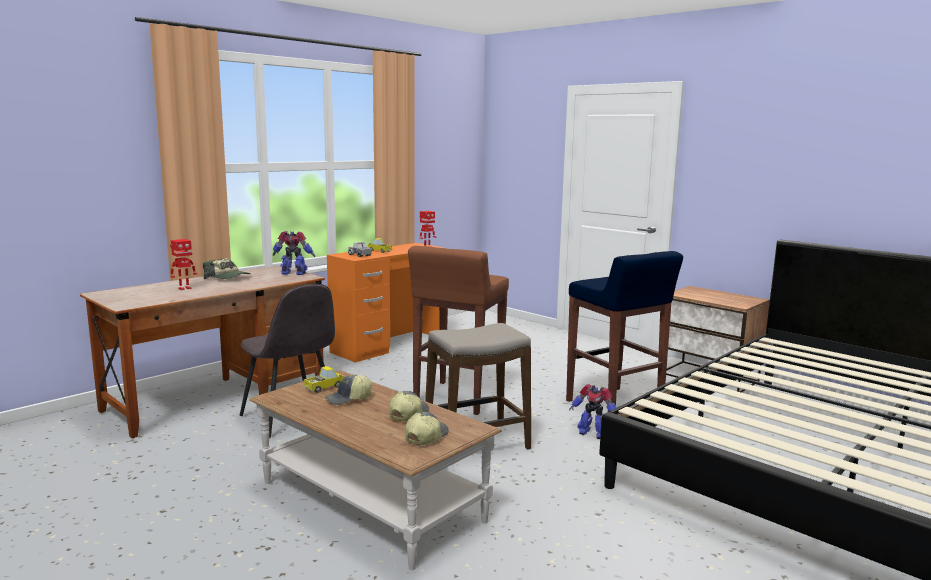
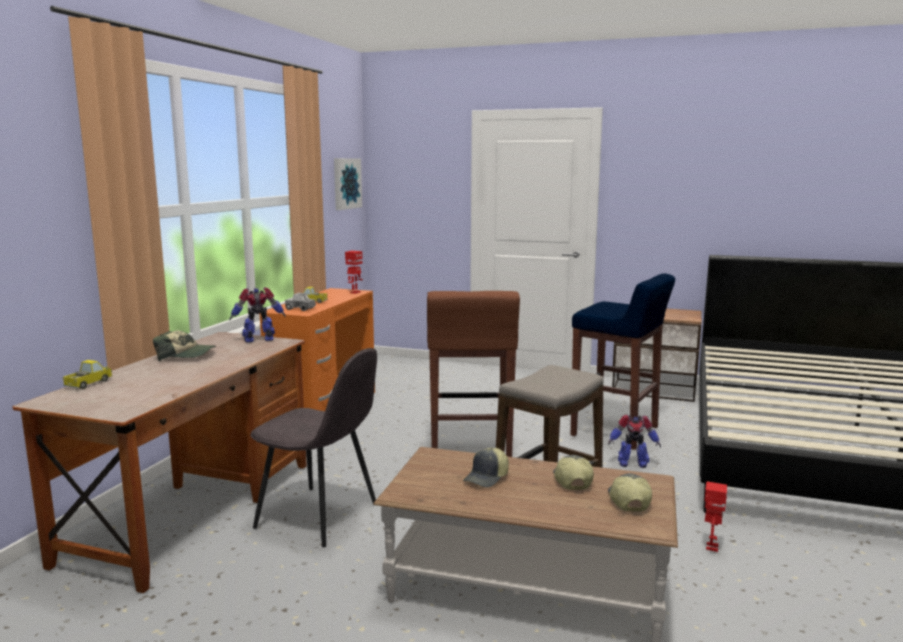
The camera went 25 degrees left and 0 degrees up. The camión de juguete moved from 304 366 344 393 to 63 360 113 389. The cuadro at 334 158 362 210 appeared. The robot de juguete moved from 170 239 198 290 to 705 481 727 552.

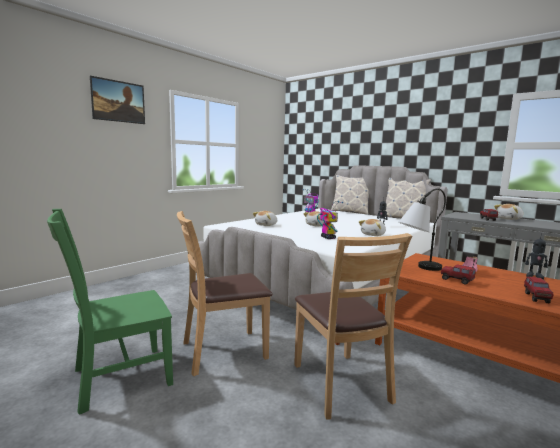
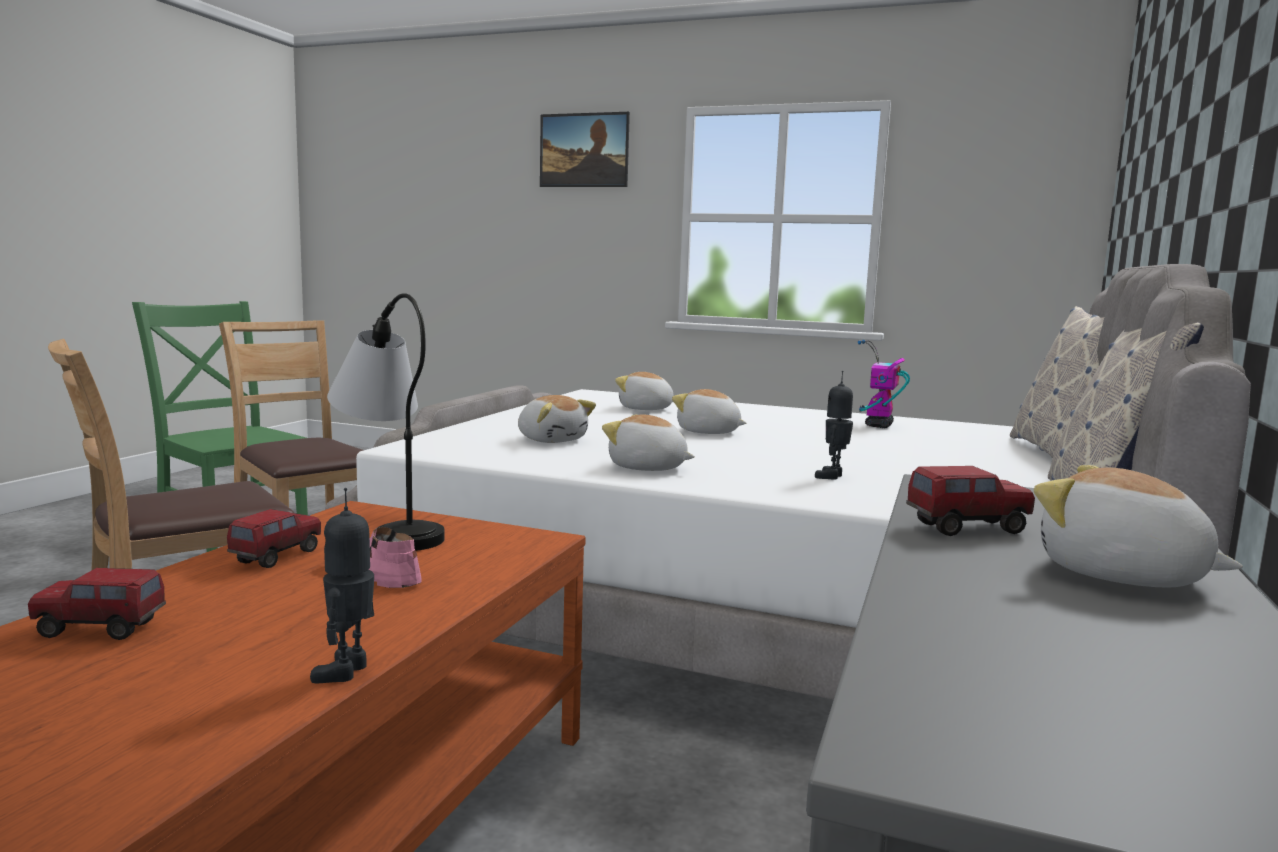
The camera went 70 degrees right and 0 degrees up. The robot de juguete at 317 201 343 239 was replaced by the peluche at 518 395 596 443.

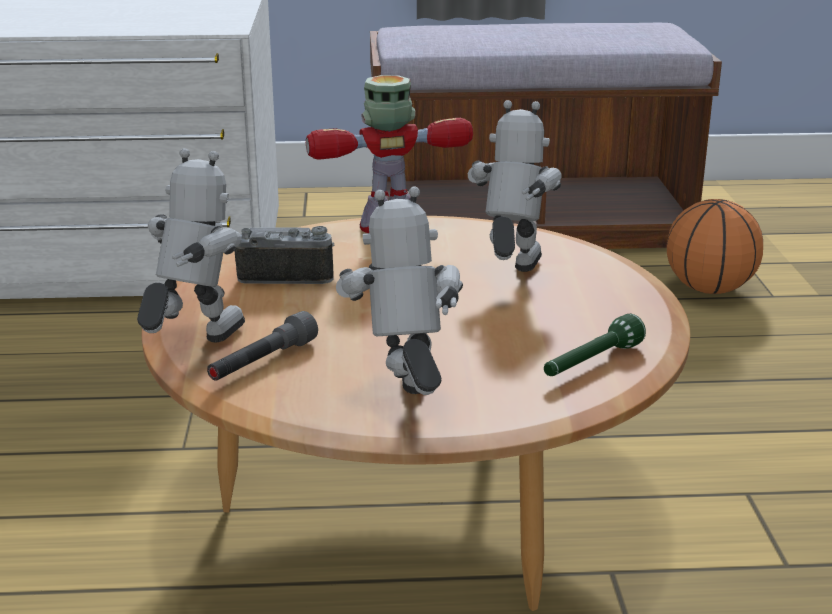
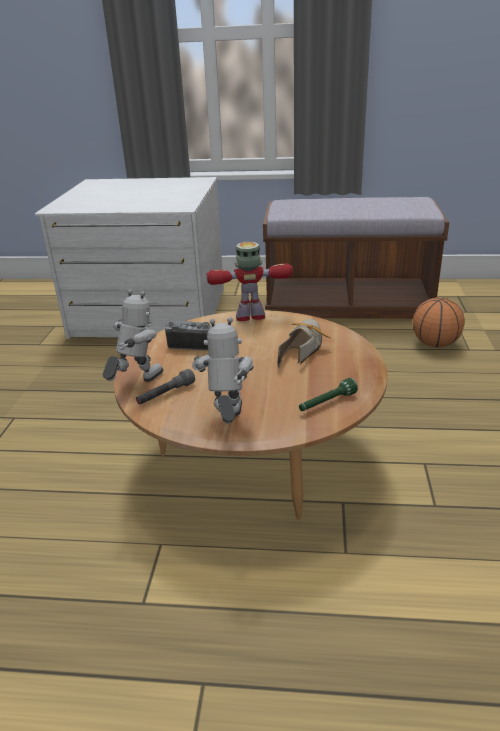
The camera went 10 degrees right and 5 degrees up. The robot de juguete at 468 100 561 272 was replaced by the zapato at 277 319 331 369.

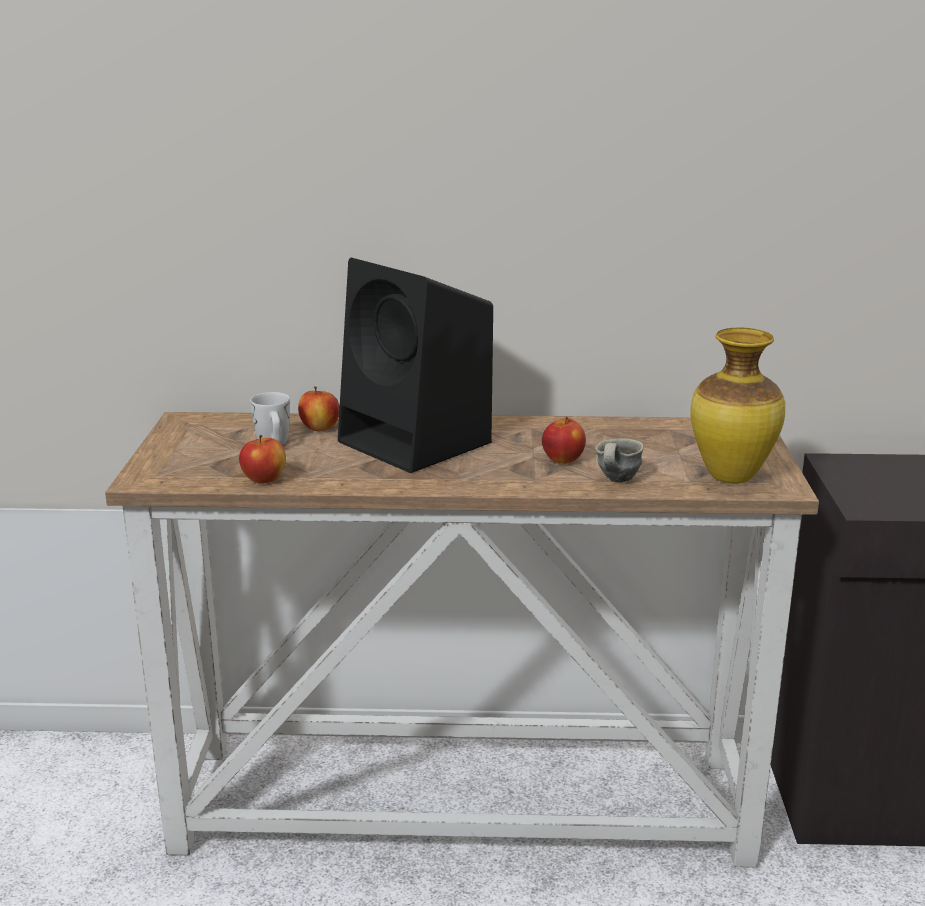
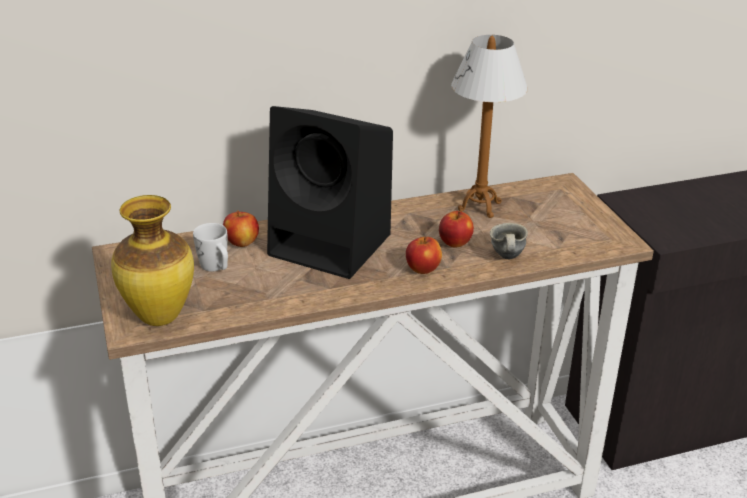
The camera went 20 degrees left and 10 degrees up. The florero moved from 691 328 785 484 to 111 195 194 326. The manzana moved from 239 435 286 484 to 406 237 442 274. The lámpara de mesa at 451 35 528 218 appeared.

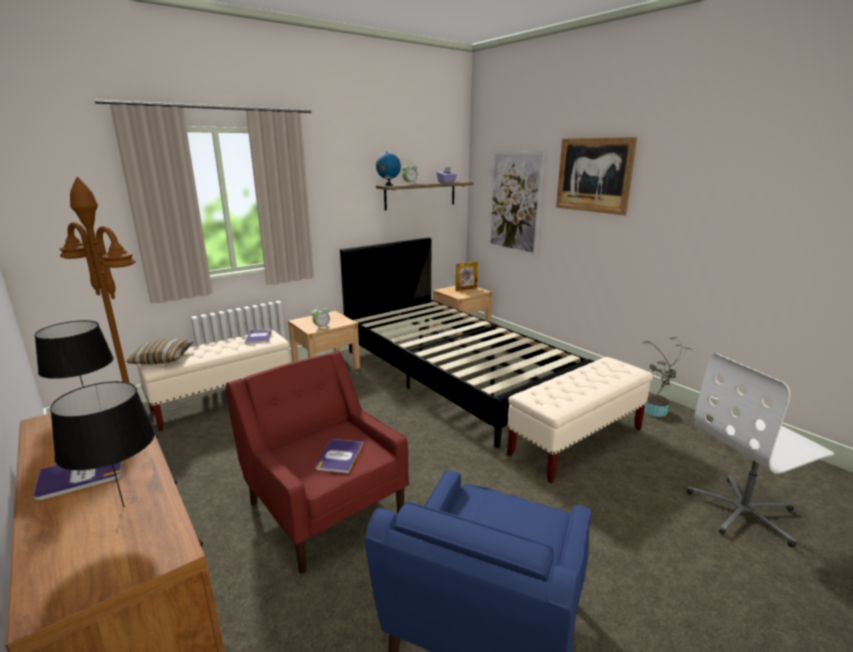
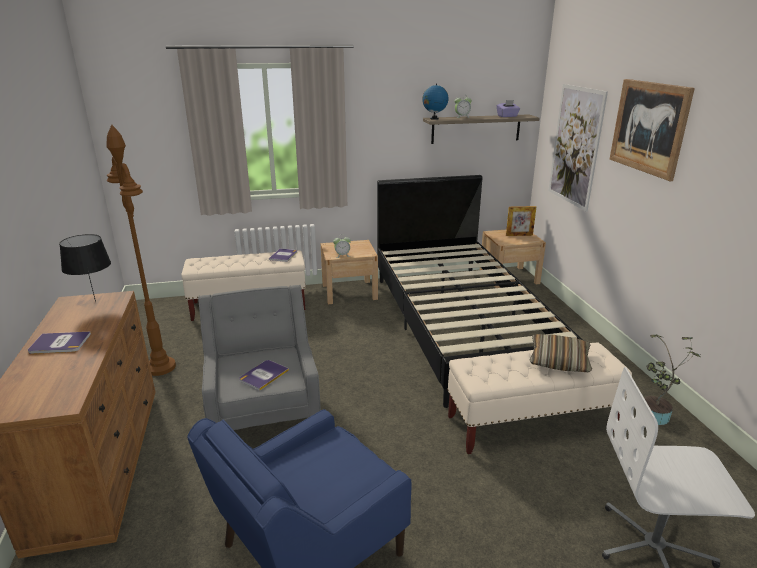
The camera went 25 degrees right and 5 degrees up. The sillón (rojo) at 225 351 409 573 became the sillón (gris) at 198 284 321 430. The cojín moved from 126 339 193 364 to 529 334 592 372. The lámpara de mesa (negro) at 50 381 155 507 disappeared.

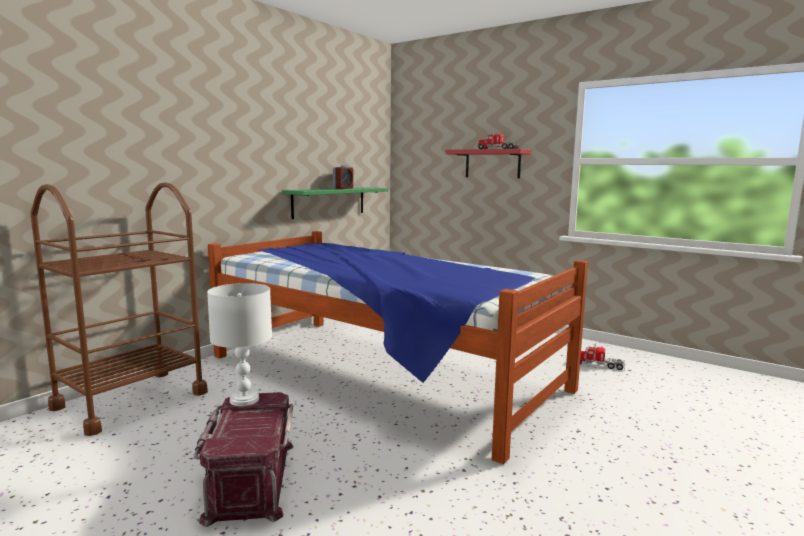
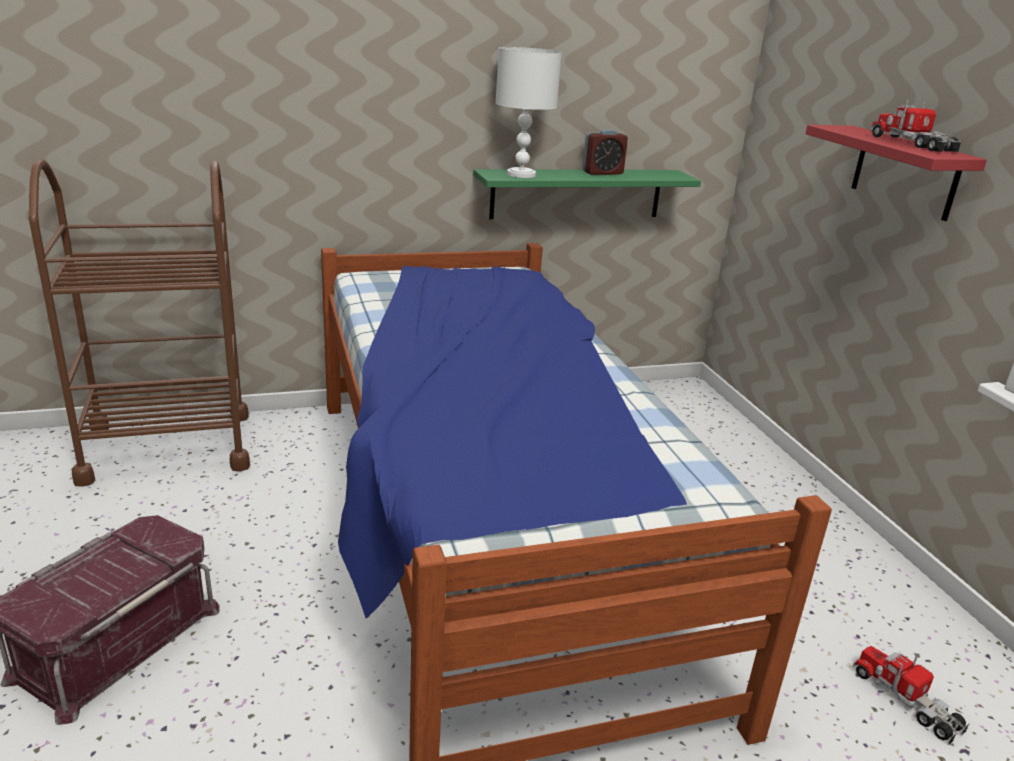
The camera went 35 degrees right and 15 degrees up. The lámpara de mesa (blanco) moved from 207 283 272 406 to 496 47 562 178.

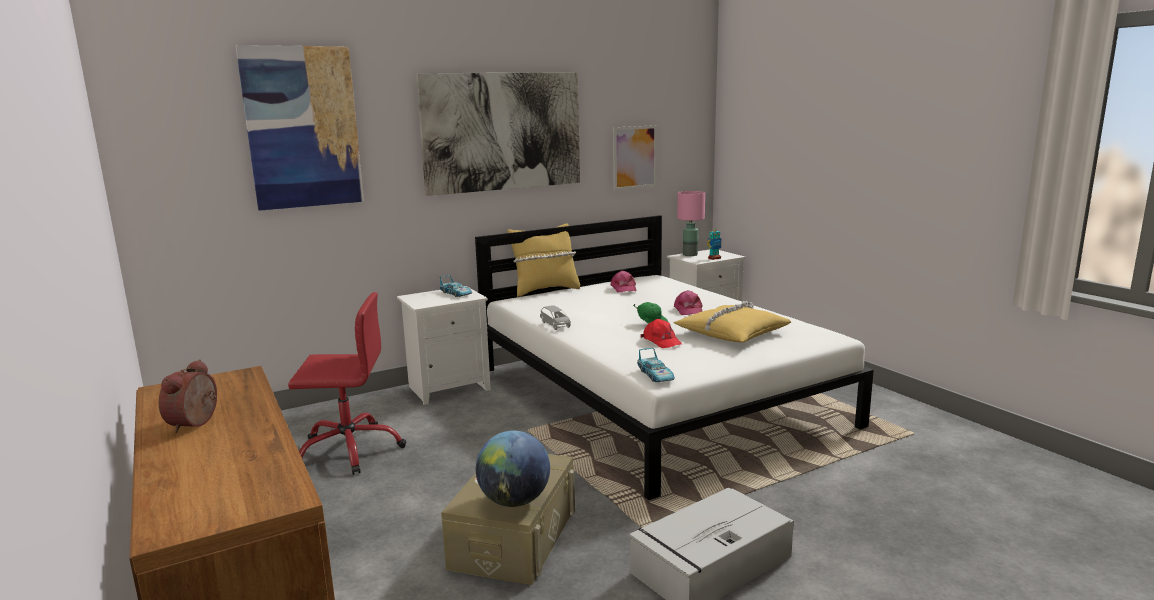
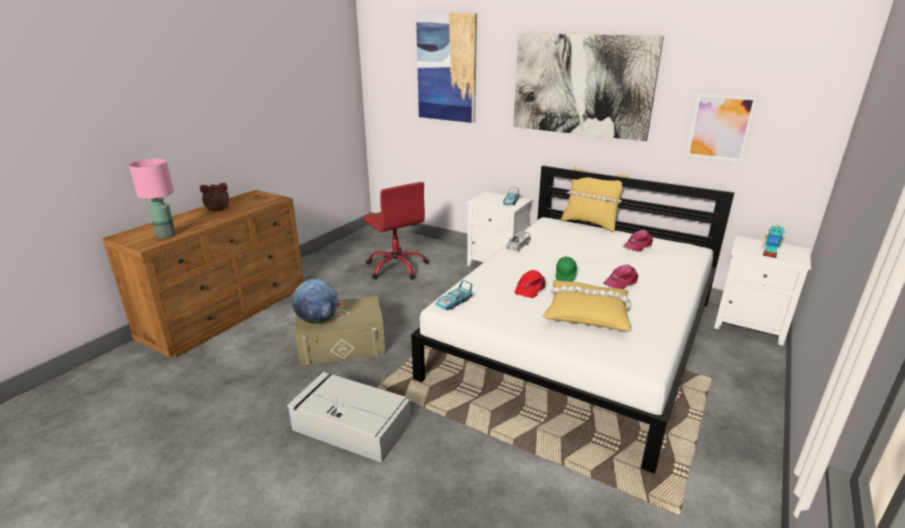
The camera went 60 degrees right and 10 degrees up. The lámpara de mesa (rosa) moved from 677 191 705 256 to 129 159 176 239.

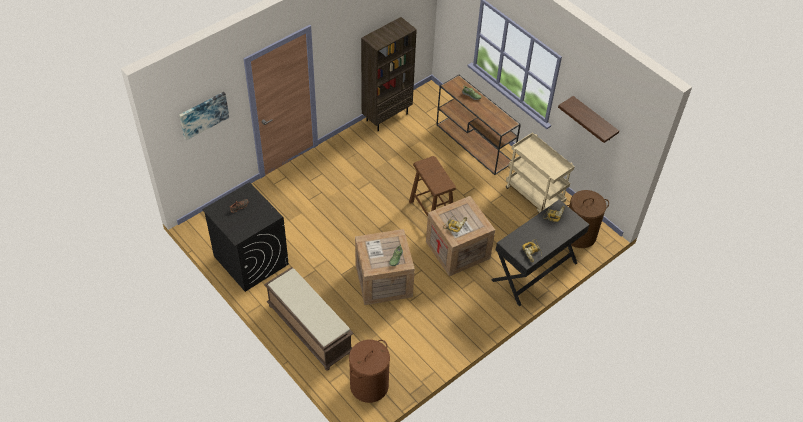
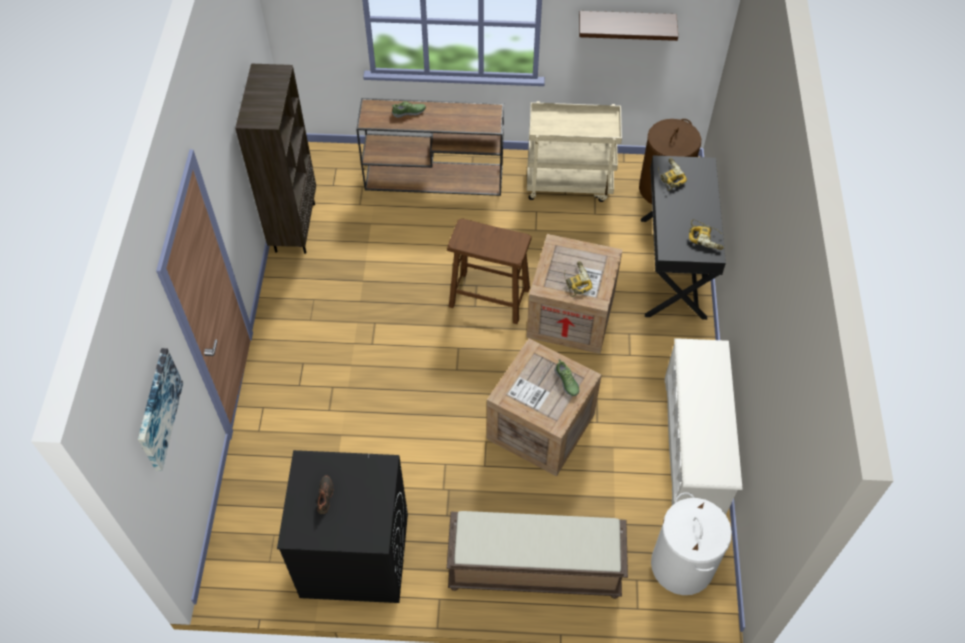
The camera went 45 degrees left and 5 degrees up. The cesto de la ropa (marrón) at 349 340 390 403 became the cesto de la ropa (blanco) at 651 492 732 595. The zapatero (blanco) at 665 338 742 515 appeared.

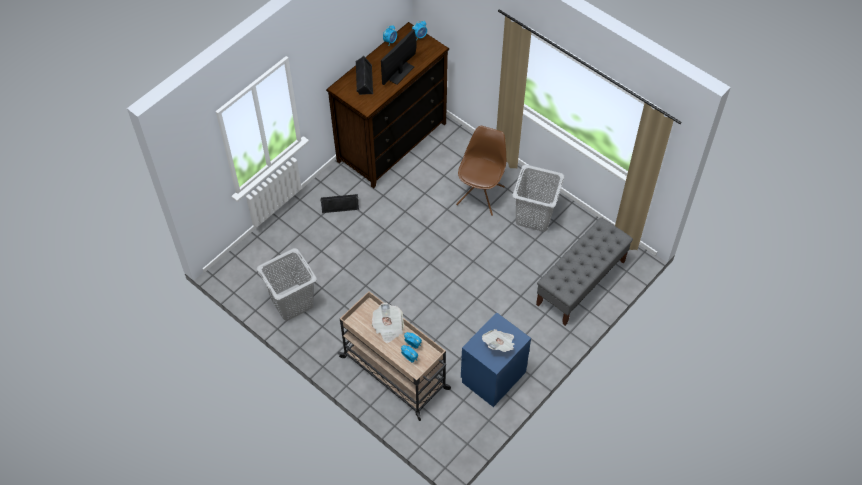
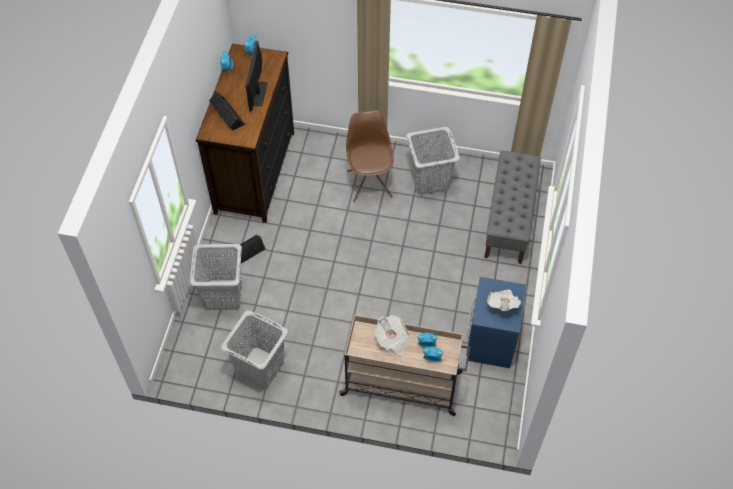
The camera went 30 degrees left and 0 degrees up. The cesto de la ropa (gris) at 190 244 242 310 appeared.

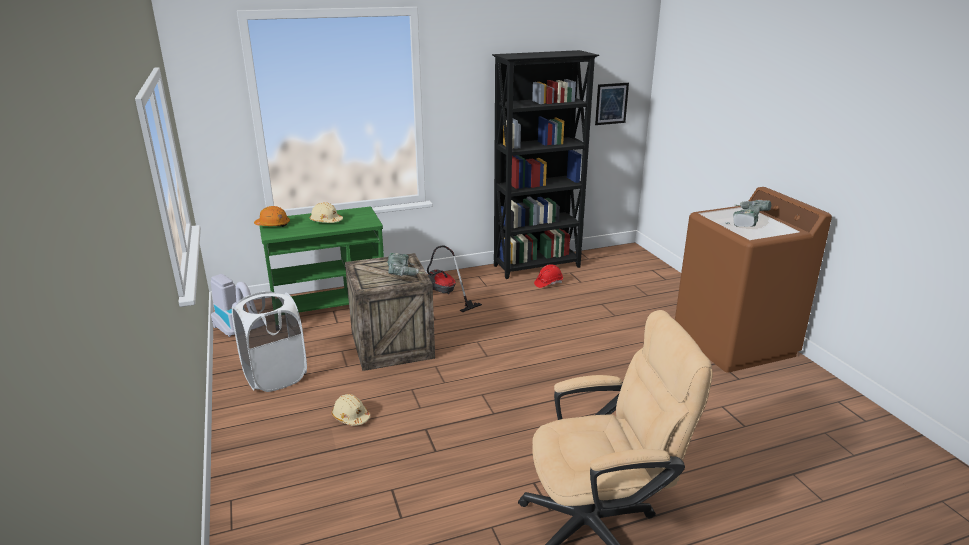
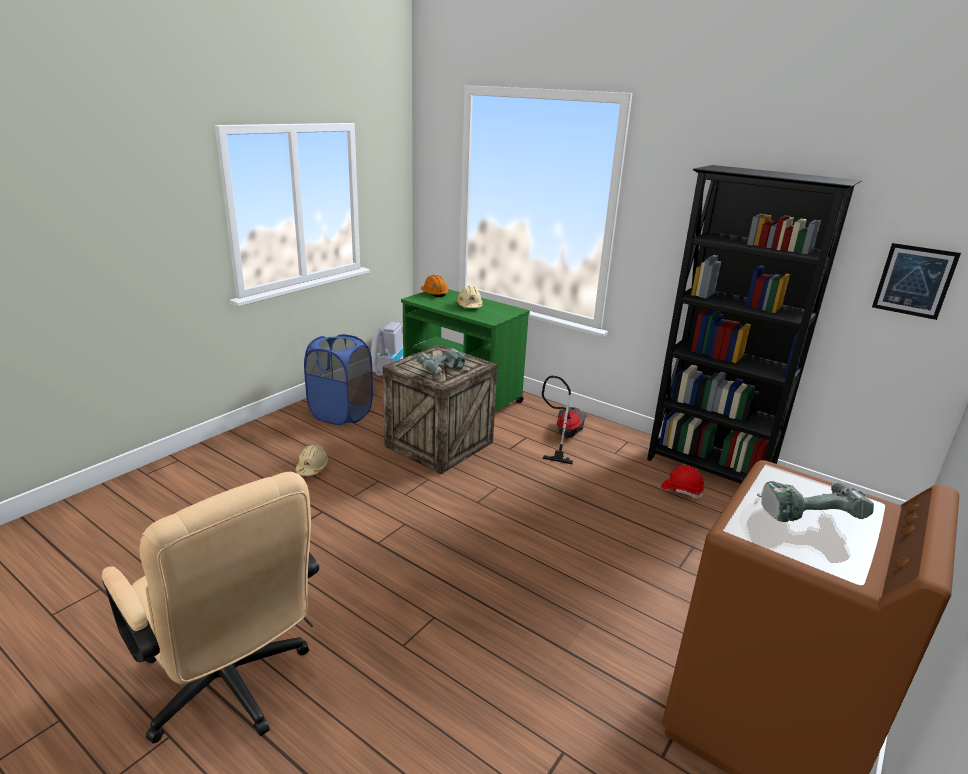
The camera went 55 degrees right and 0 degrees up. The cesto de la ropa (blanco) at 232 291 307 392 became the cesto de la ropa (azul) at 304 334 373 425.

